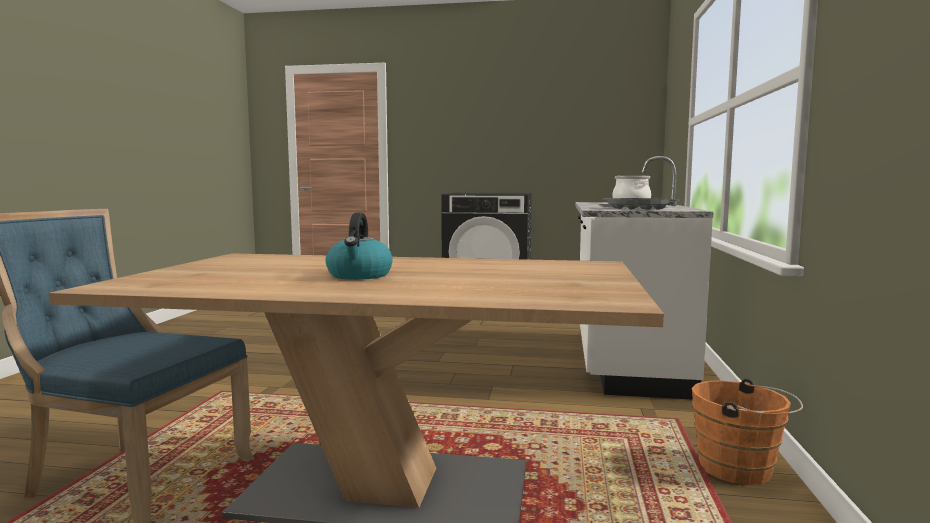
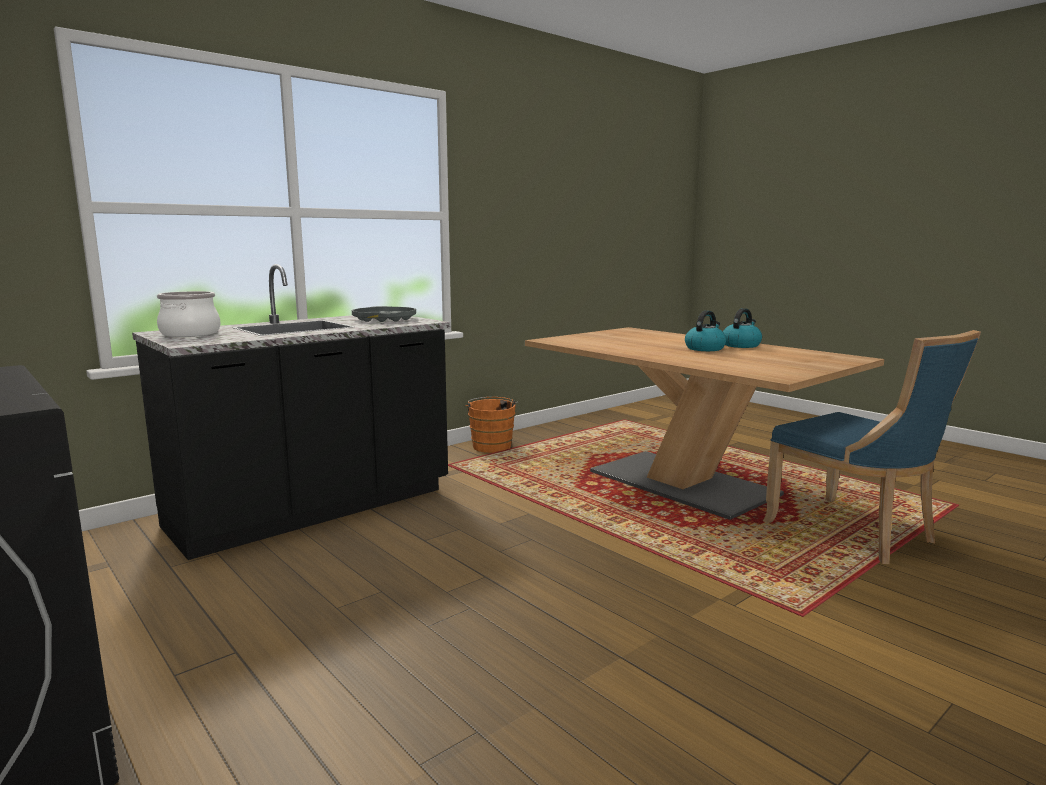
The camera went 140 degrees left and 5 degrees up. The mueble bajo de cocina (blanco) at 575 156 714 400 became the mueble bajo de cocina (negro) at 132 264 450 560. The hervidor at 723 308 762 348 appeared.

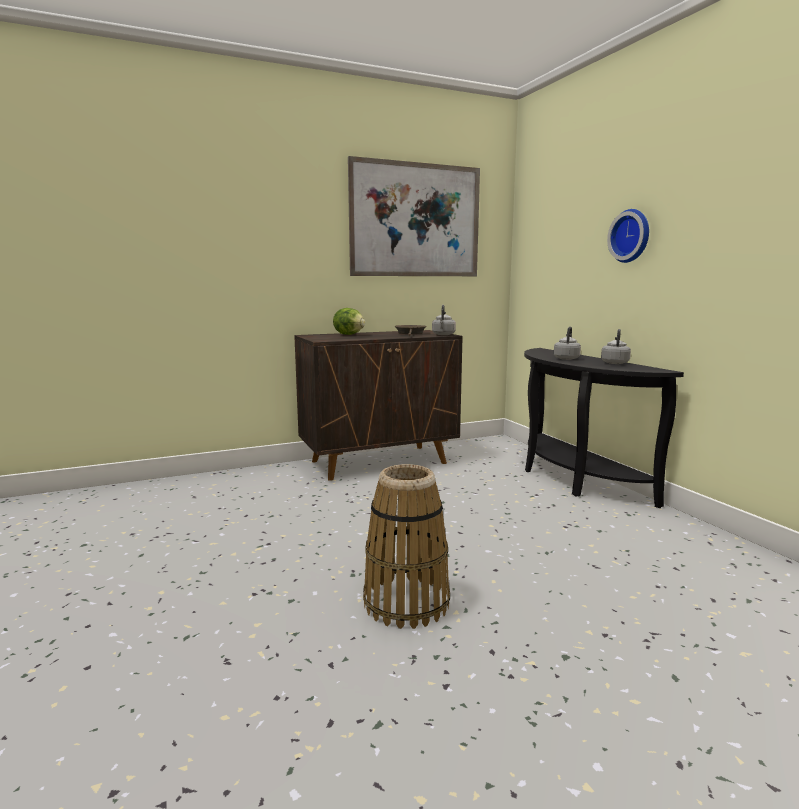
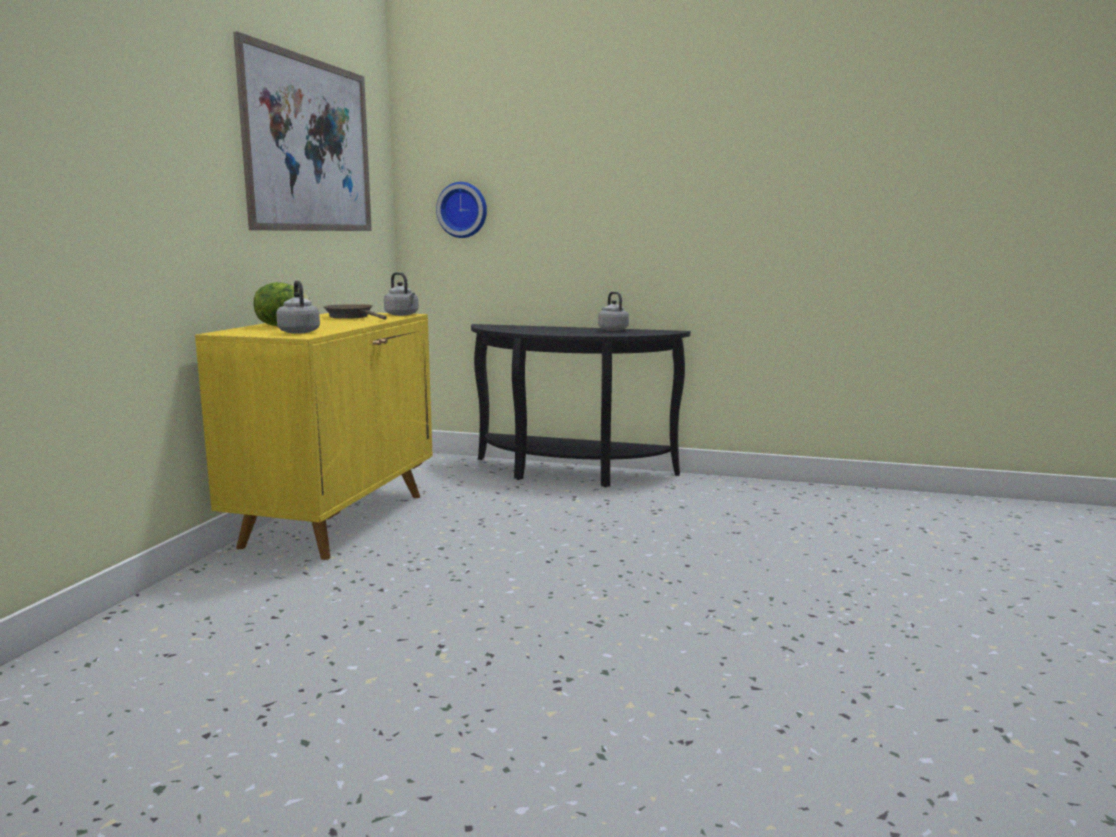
The camera went 50 degrees left and 0 degrees up. The armario (marrón) at 294 330 463 481 became the armario (amarillo) at 195 313 433 560. The hervidor (gris) moved from 554 327 581 360 to 276 280 320 334. The reloj de pared moved from 607 209 649 263 to 436 182 487 238. The cesta at 363 464 450 629 disappeared.

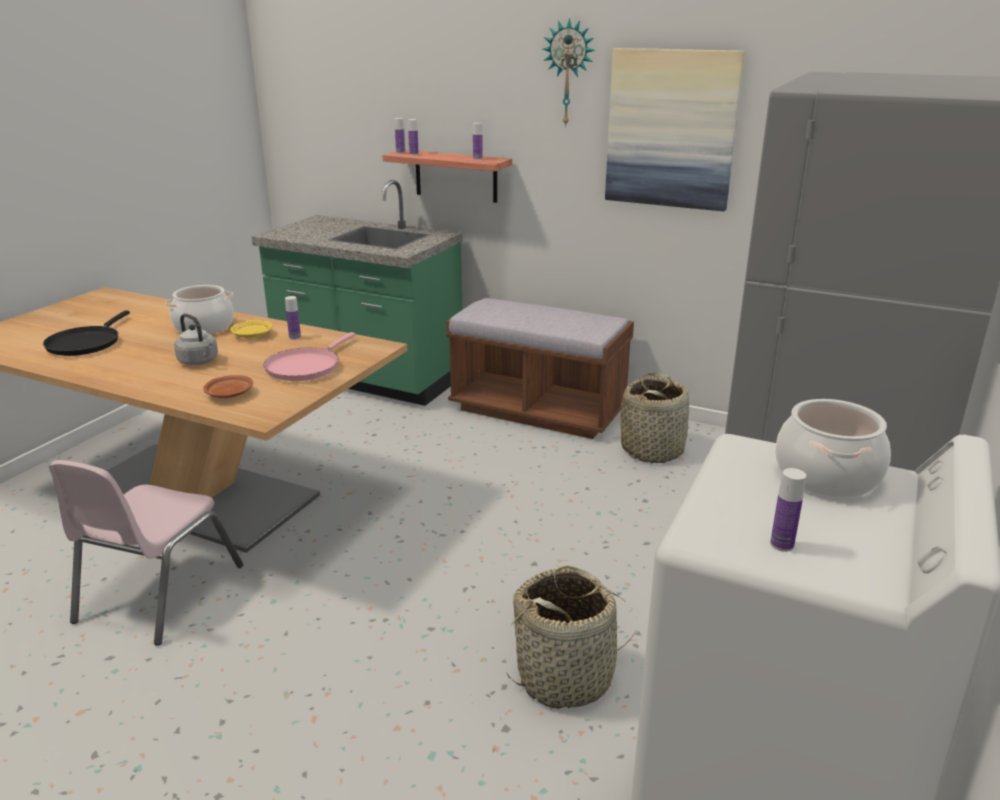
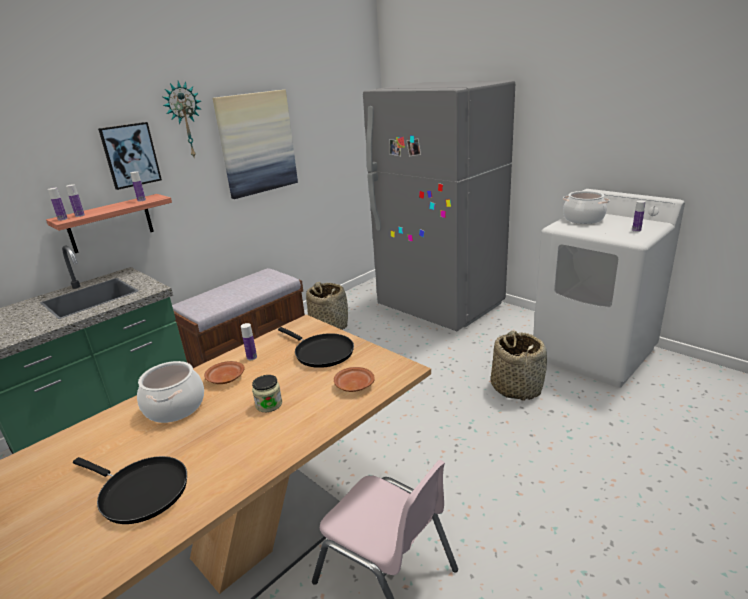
The camera went 70 degrees left and 0 degrees up. The cuadro at 98 122 162 190 appeared. The plato (amarillo) at 230 320 273 338 became the plato (marrón) at 204 361 244 384. The hervidor (gris) at 174 314 218 365 was replaced by the tarro at 252 375 282 412. The sartén (rosa) at 263 332 355 381 became the sartén (negro) at 278 327 354 368.

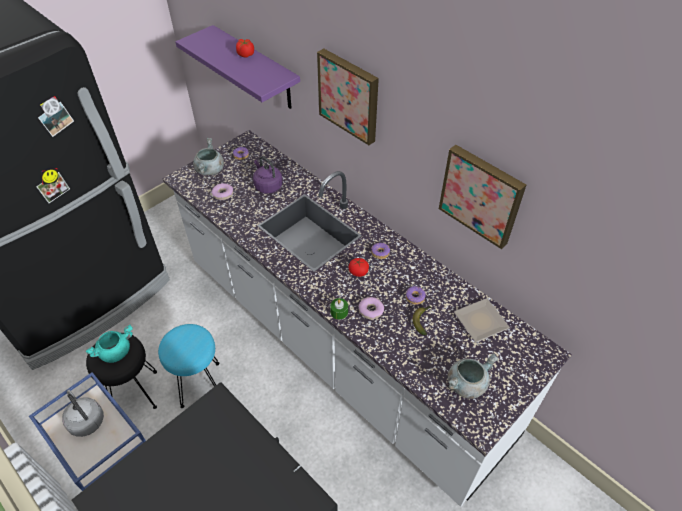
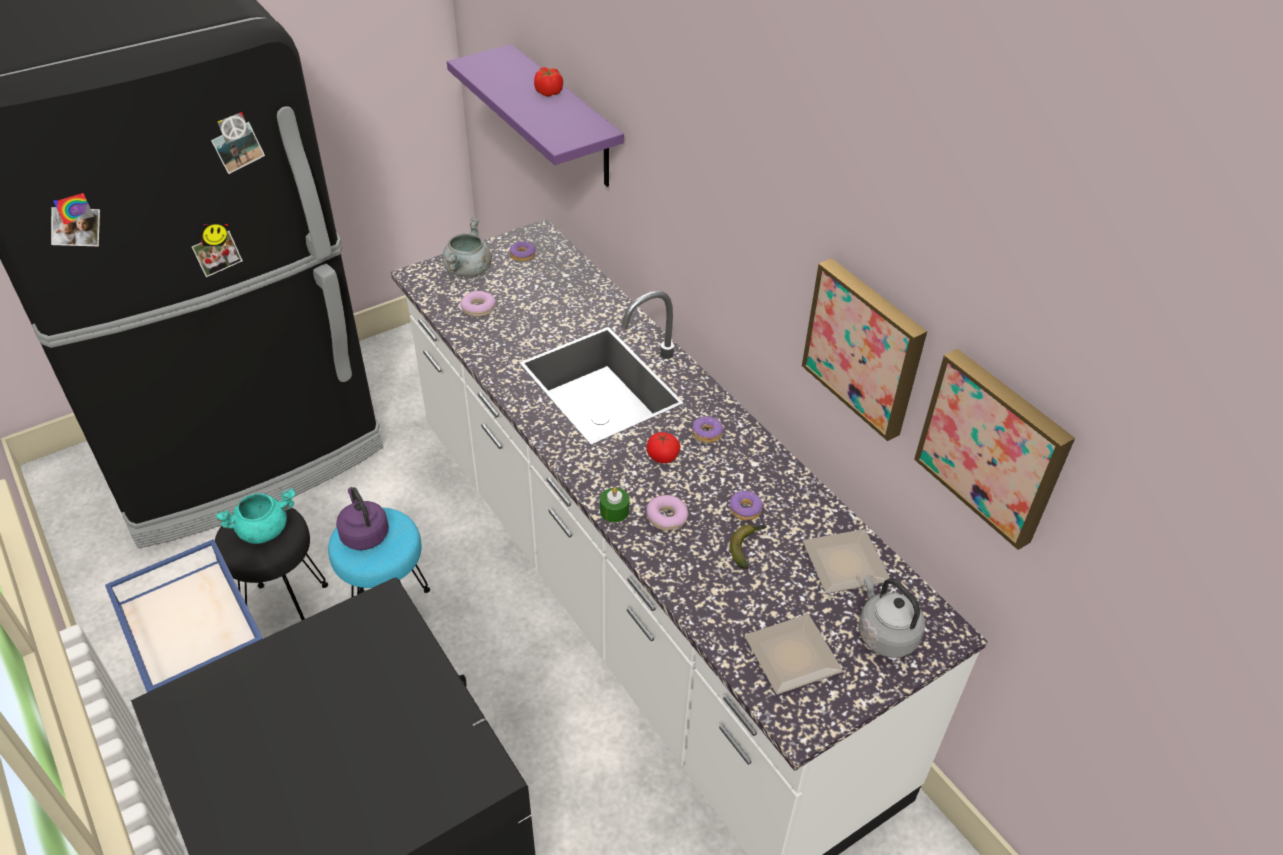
The camera went 10 degrees right and 5 degrees down. The hervidor (morado) moved from 253 156 283 194 to 336 487 389 550. The olla (gris) at 448 353 498 399 was replaced by the plato at 744 614 843 694. The hervidor (gris) moved from 62 390 104 437 to 859 575 925 658. The cuadro moved from 317 49 379 145 to 914 348 1075 550.

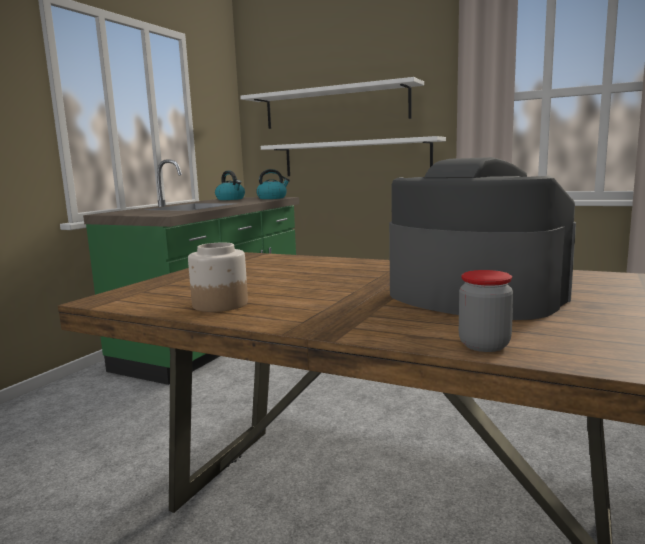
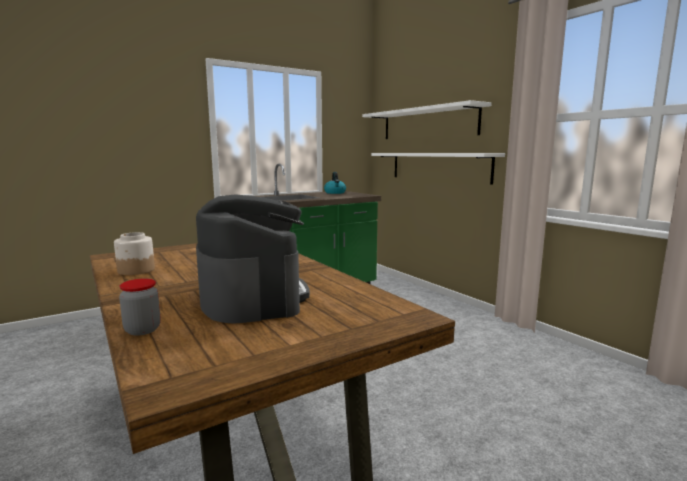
The camera went 30 degrees right and 0 degrees up. The hervidor at 256 169 290 199 disappeared.

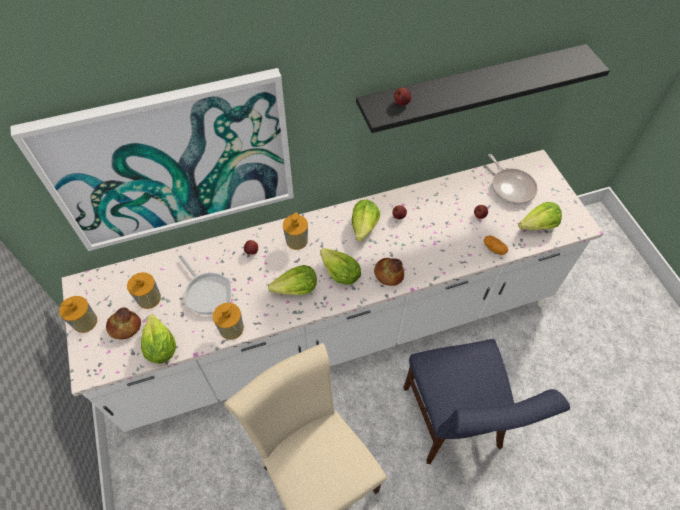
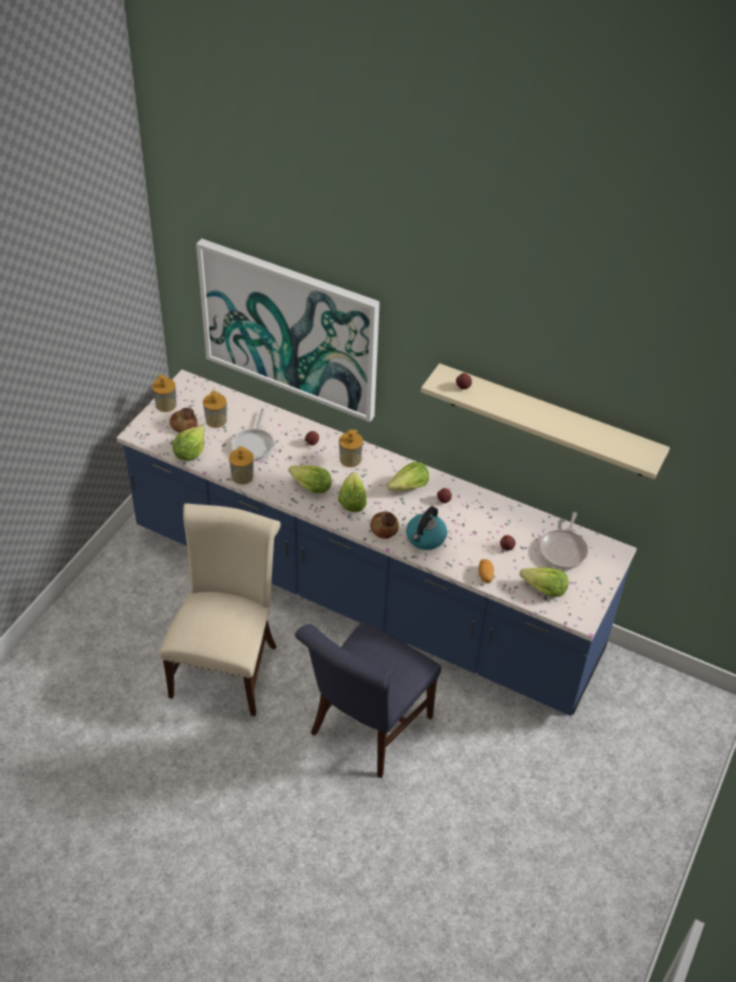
The camera went 45 degrees right and 10 degrees down. The mueble bajo de cocina (blanco) at 62 150 604 432 became the mueble bajo de cocina (azul) at 117 370 637 716. The hervidor at 406 506 447 550 appeared. The estante (negro) at 356 44 610 133 became the estante (beis) at 421 363 670 479.

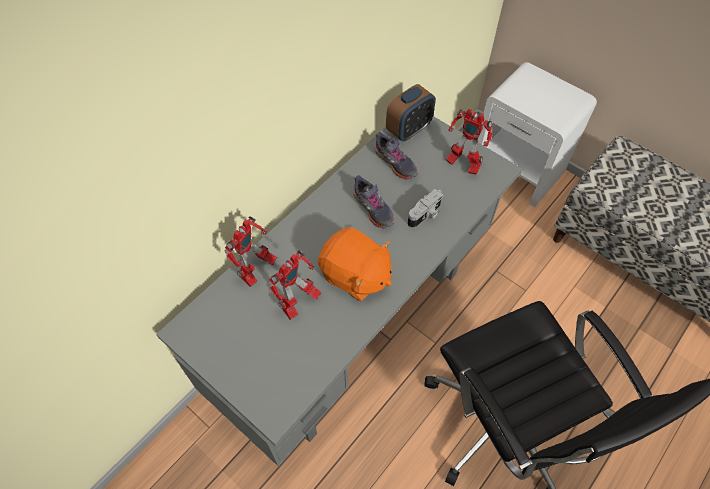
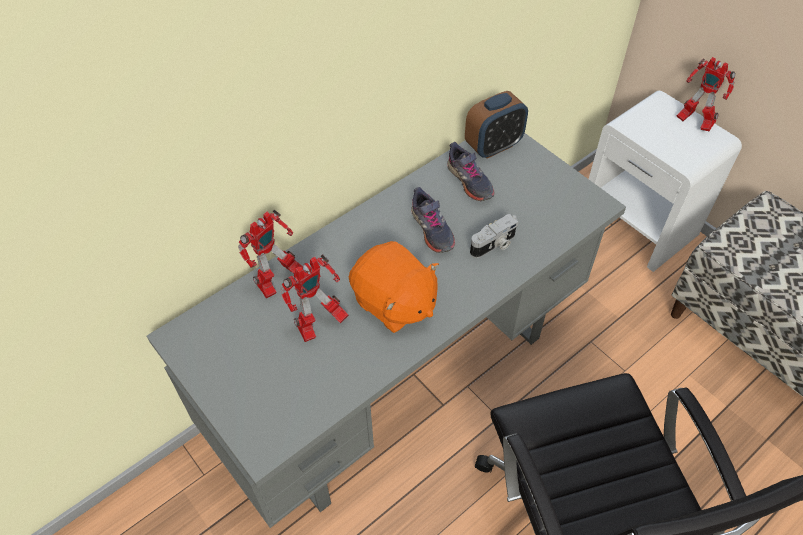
The camera went 10 degrees right and 5 degrees down. The robot de juguete moved from 446 109 493 175 to 677 57 735 131.

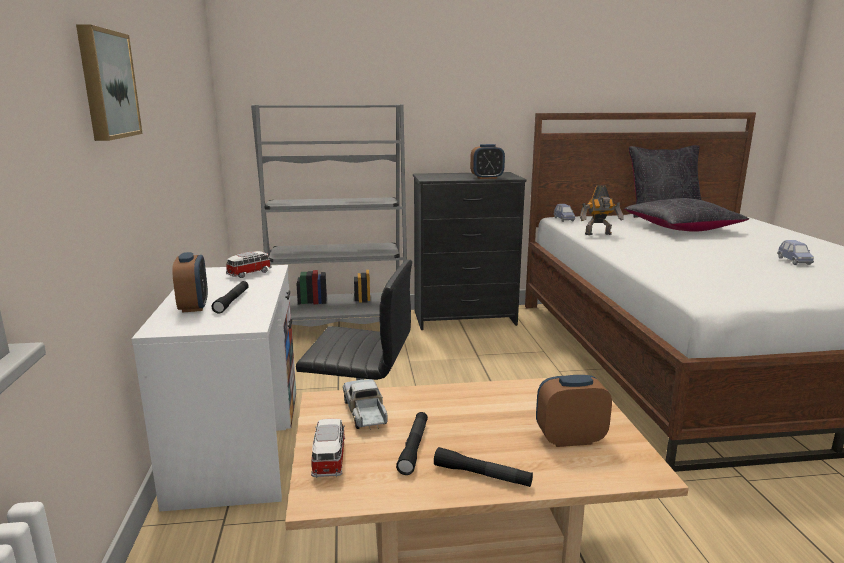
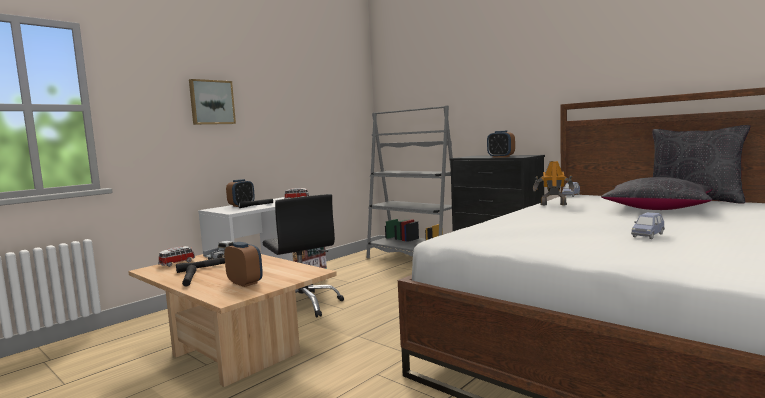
The camera went 50 degrees right and 10 degrees down. The robot de juguete at 580 185 624 235 turned 150 degrees clockwise.

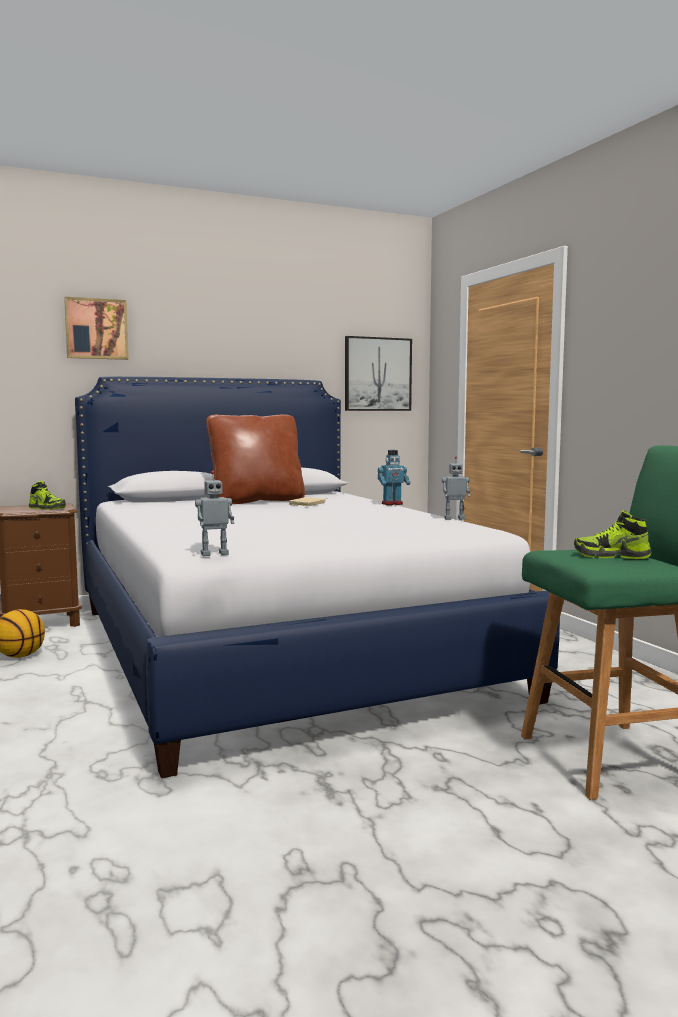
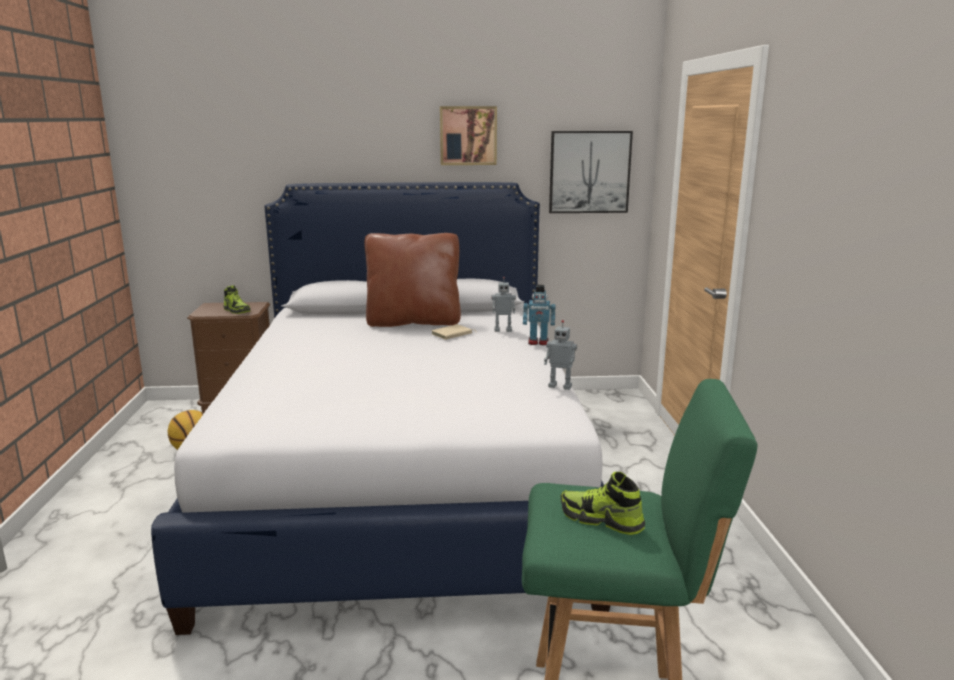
The camera went 20 degrees right and 10 degrees up. The cuadro moved from 64 297 129 360 to 440 106 497 165. The robot de juguete moved from 195 471 234 556 to 492 277 516 332.

